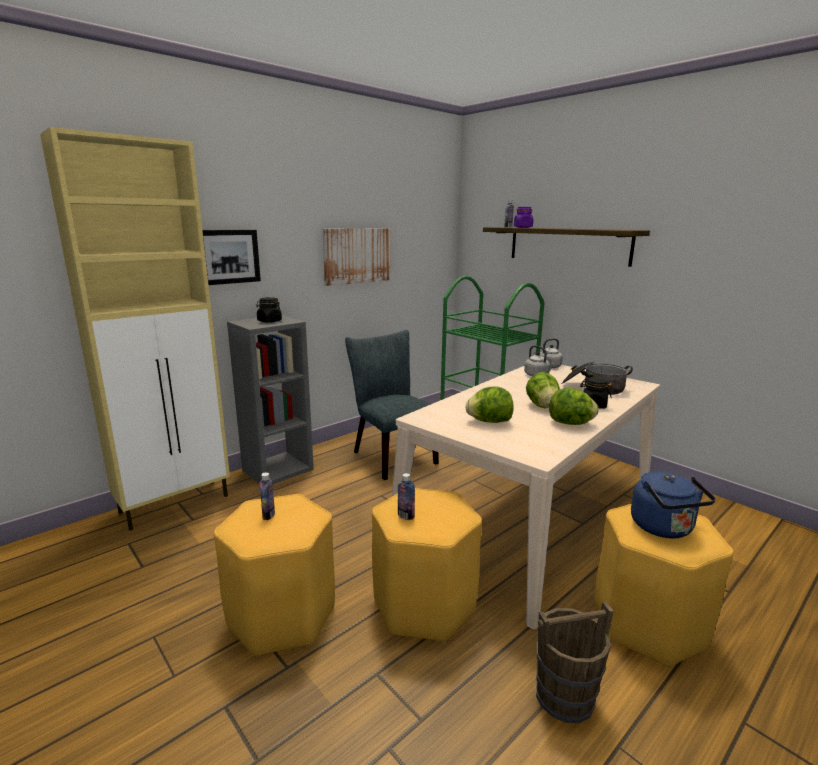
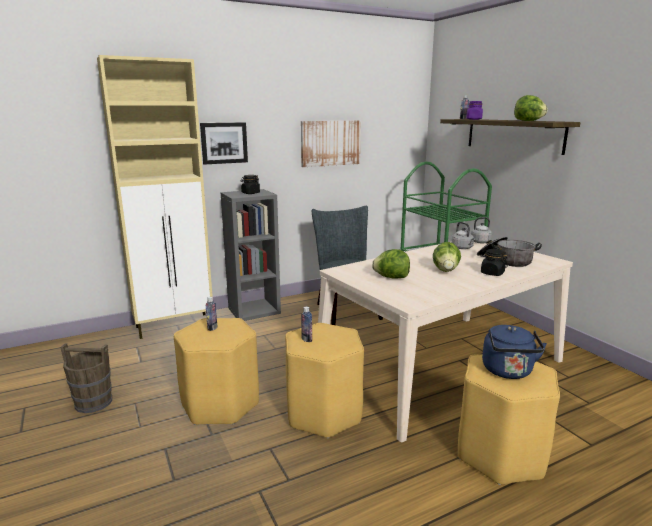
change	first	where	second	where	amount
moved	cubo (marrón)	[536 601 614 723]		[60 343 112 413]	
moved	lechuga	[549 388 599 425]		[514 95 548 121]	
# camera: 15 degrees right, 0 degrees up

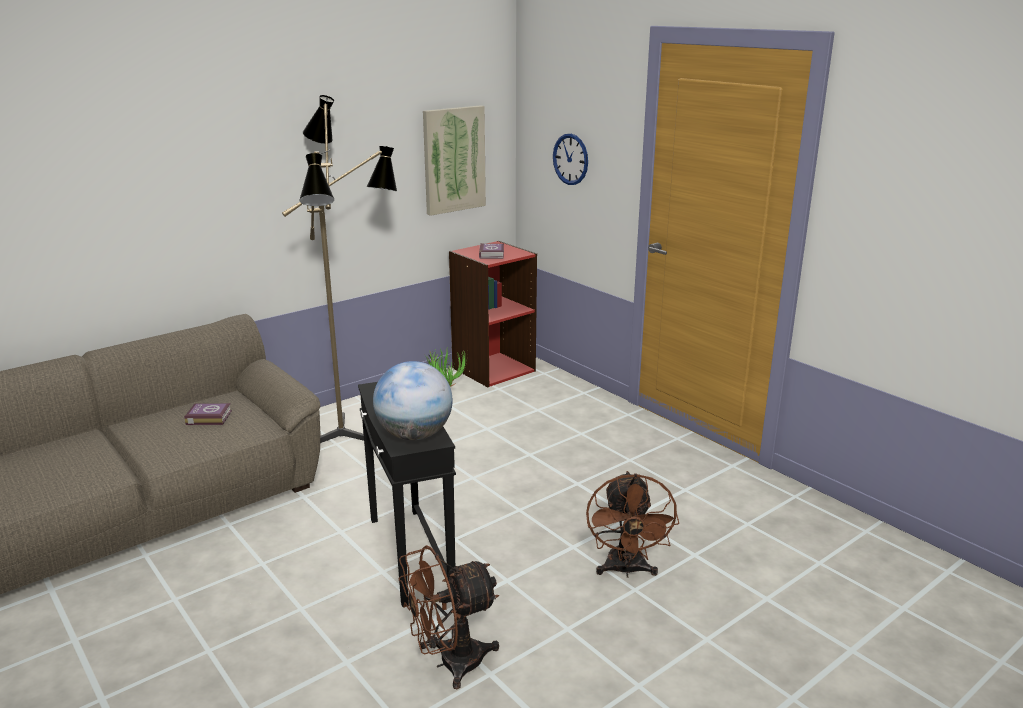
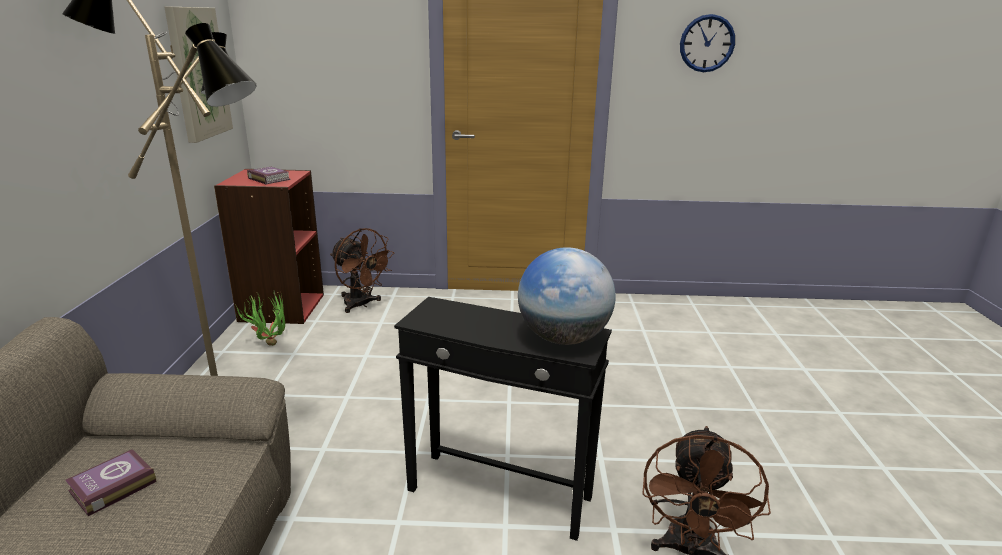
change	first	where	second	where	amount
moved	reloj de pared	[553 134 588 185]		[680 14 735 72]	
moved	ventilador (marrón)	[586 471 679 578]		[330 228 395 313]	
# camera: 50 degrees left, 0 degrees up

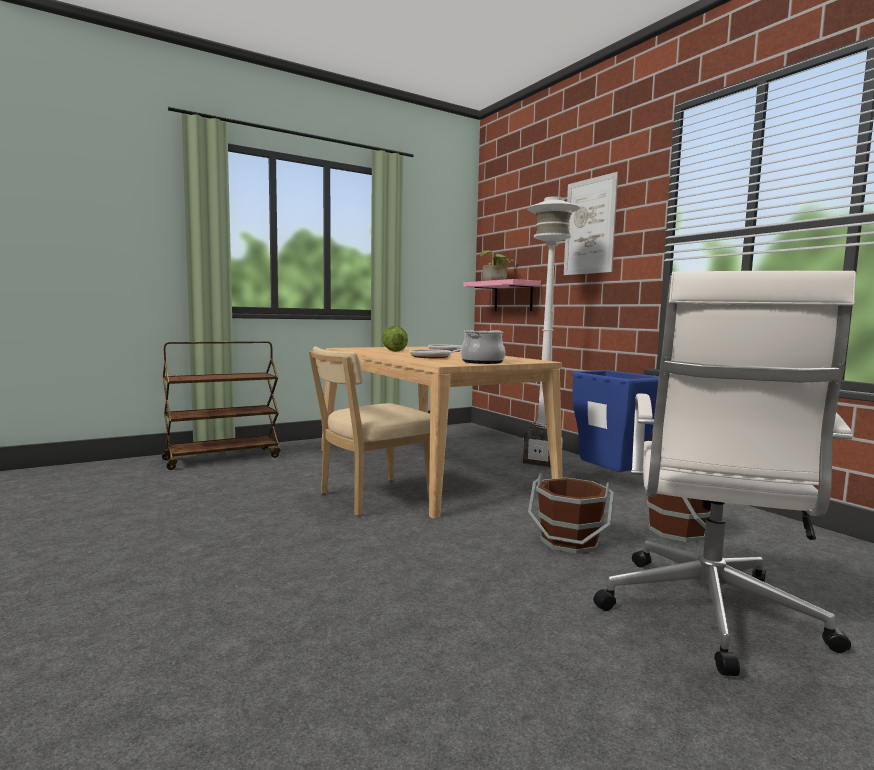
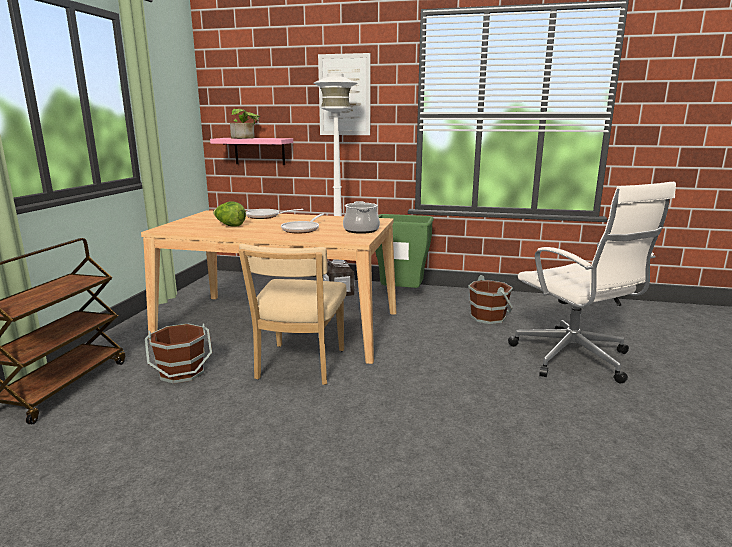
change	first	where	second	where	amount
moved	cubo (marrón)	[528 473 614 554]		[145 323 212 384]	
recoloured	papelera (azul)	[572 370 659 472]	papelera (verde)	[375 214 434 288]	
# camera: 45 degrees left, 10 degrees up

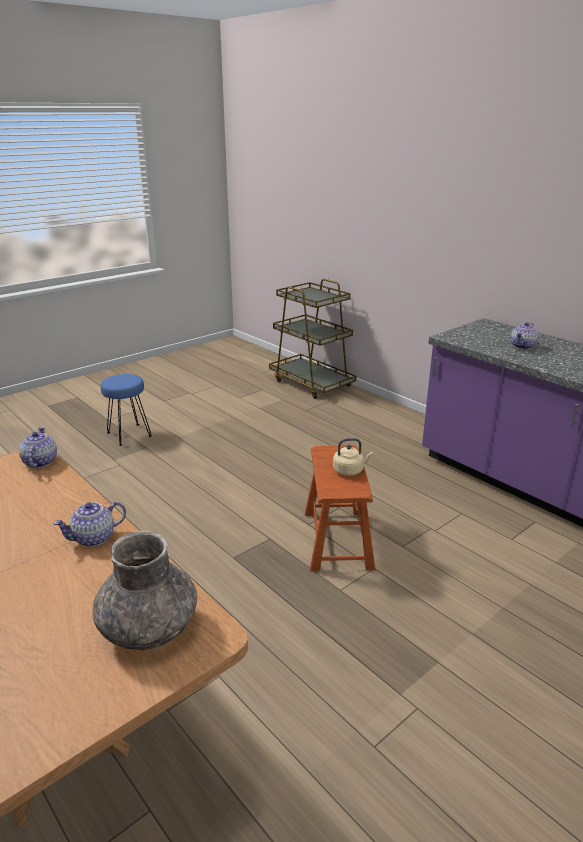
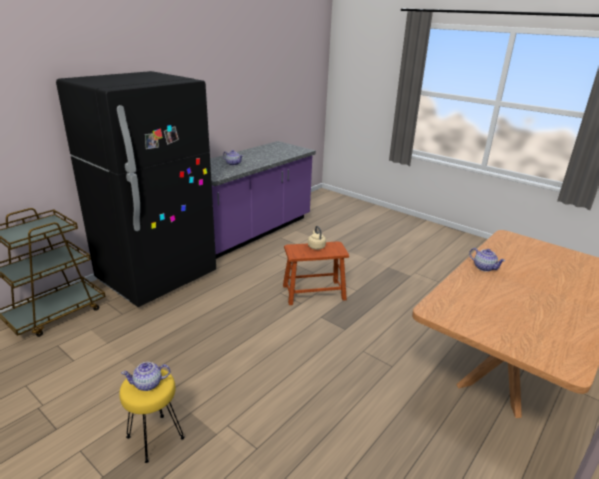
change	first	where	second	where	amount
moved	tetera	[19 427 57 468]		[121 362 170 391]	
removed	florero (gris)	[92 531 197 650]			
recoloured	taburete (azul)	[101 374 152 446]	taburete (amarillo)	[119 369 185 463]	
added			nevera (negro)	[56 71 216 307]	
# camera: 100 degrees left, 0 degrees up

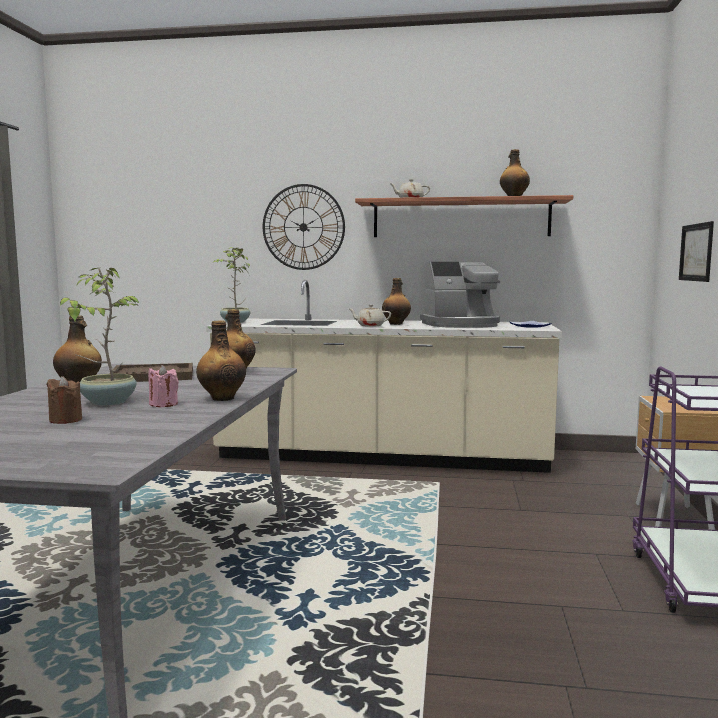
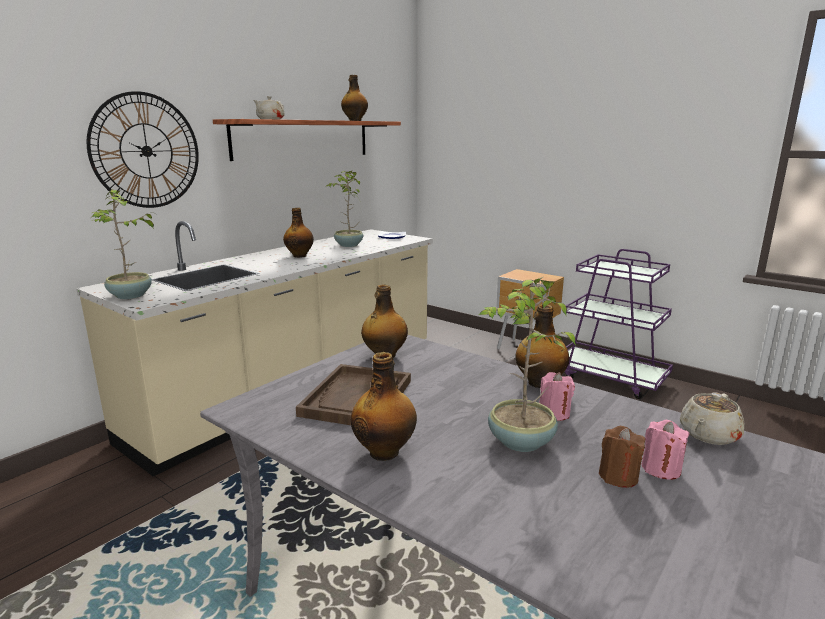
change	first	where	second	where	amount
moved	tetera (beis)	[349 304 391 327]		[680 392 744 445]	
replaced	cafetera	[420 262 500 328]	planta en maceta	[327 171 363 247]	
removed	cuadro	[679 221 714 282]			
added			vela (rosa)	[641 420 690 480]	
# camera: 60 degrees left, 10 degrees up

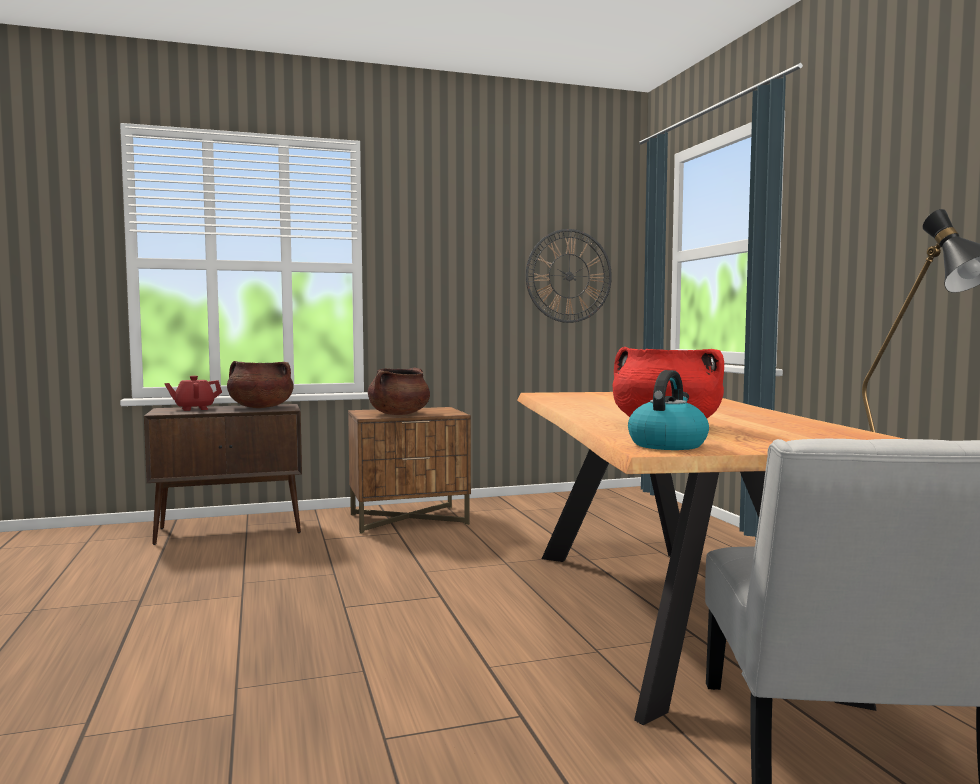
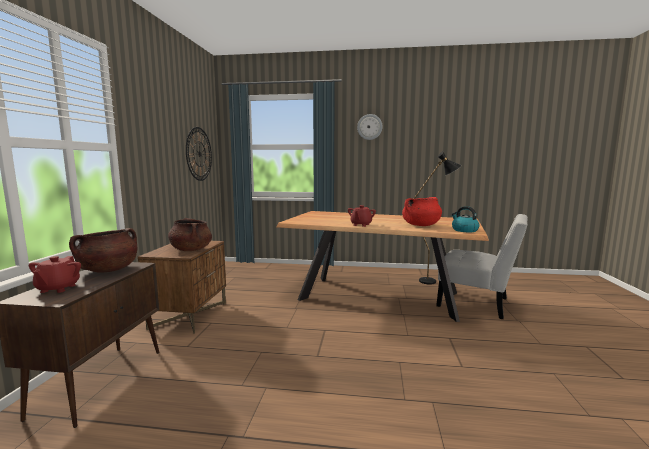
change	first	where	second	where	amount
added			tetera (rojo)	[348 205 376 227]	
added			reloj de pared	[357 114 383 140]	
# camera: 65 degrees left, 5 degrees up

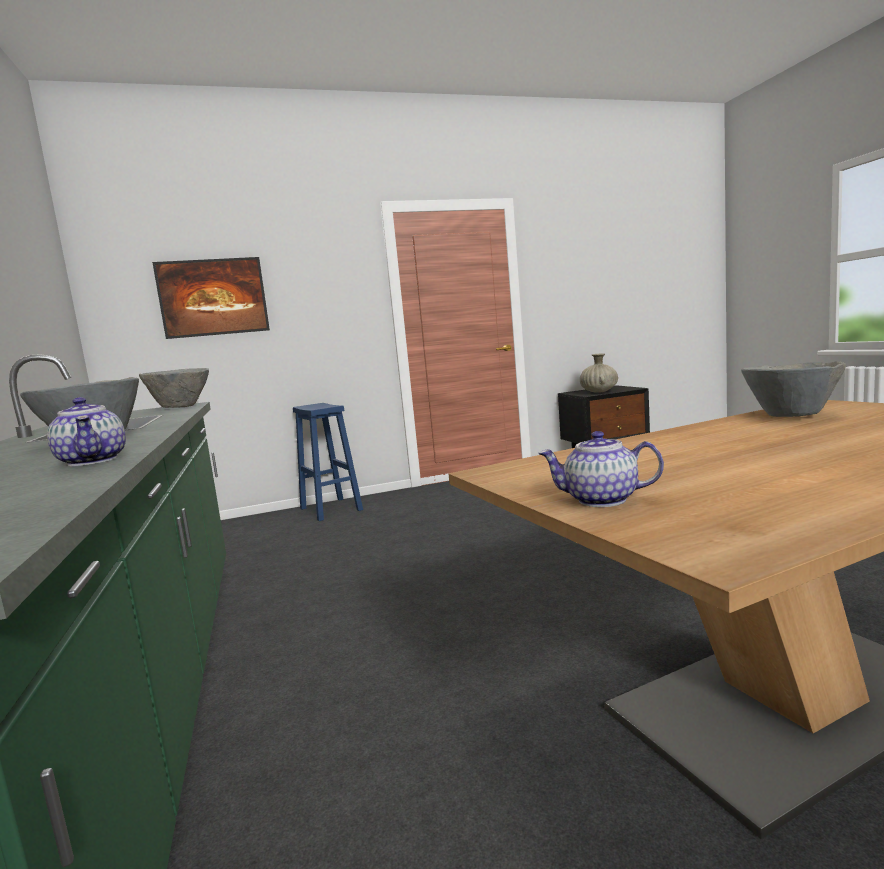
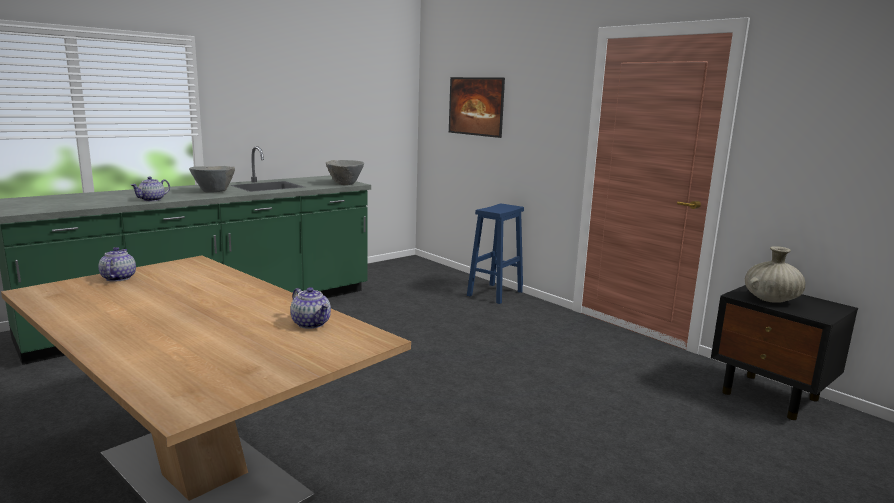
change	first	where	second	where	amount
replaced	cuenco (gris)	[741 361 846 417]	tetera	[290 287 331 329]	
# camera: 65 degrees right, 5 degrees up

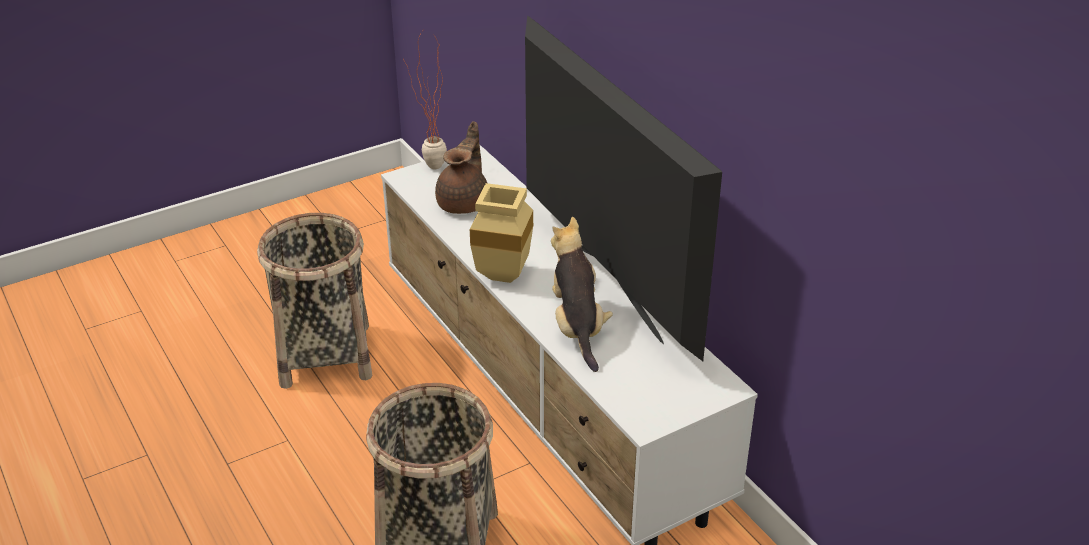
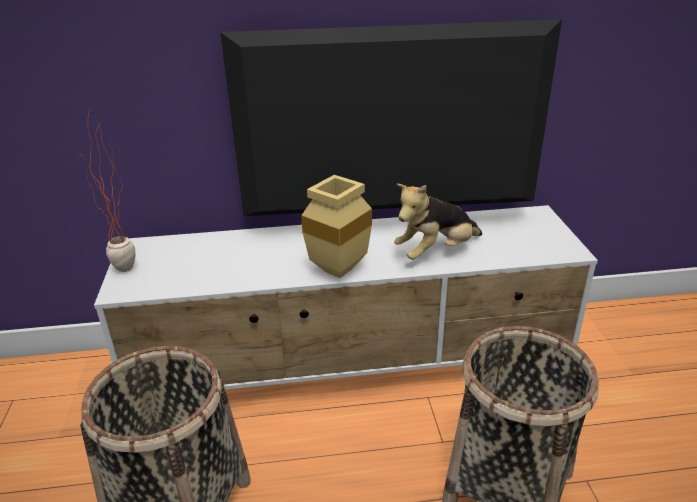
change	first	where	second	where	amount
removed	tetera (marrón)	[435 121 487 214]			
turned	peluche	[551 217 613 372]		[394 184 482 260]	45 degrees counterclockwise
# camera: 65 degrees left, 5 degrees down

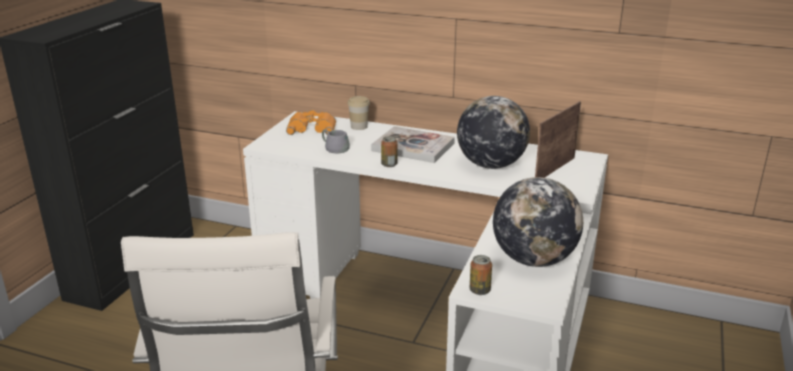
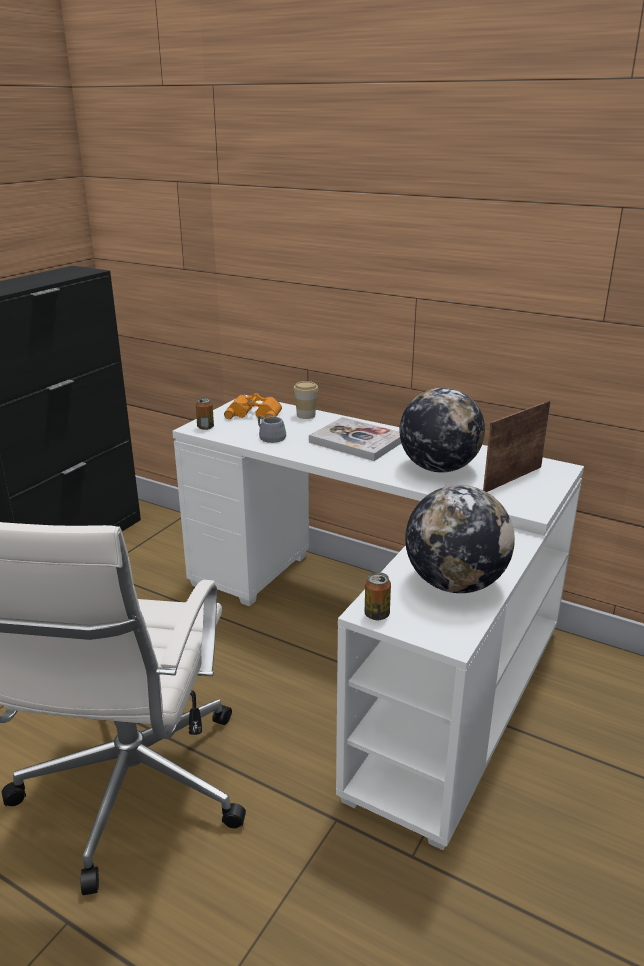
change	first	where	second	where	amount
moved	lata	[381 136 398 167]		[196 398 214 430]	
# camera: 10 degrees right, 0 degrees up

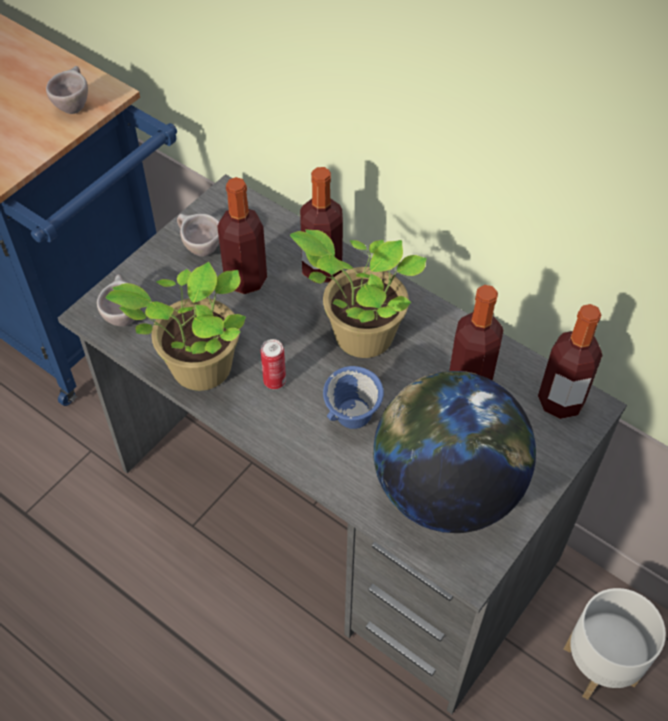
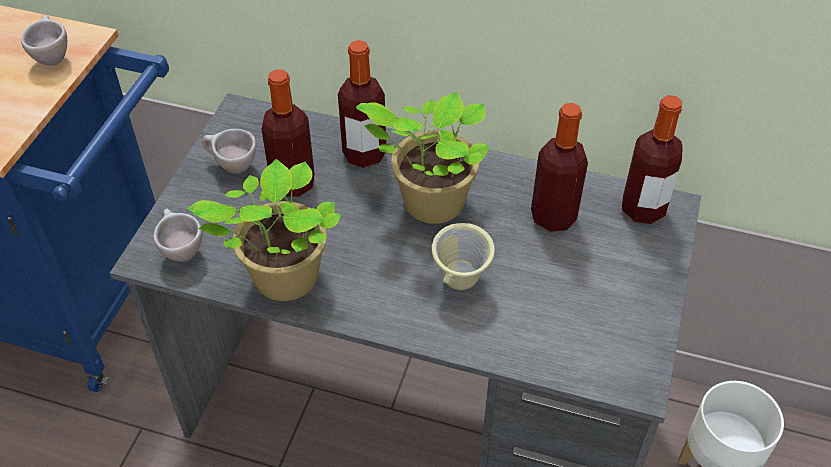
change	first	where	second	where	amount
removed	lata	[261 339 286 389]			
recoloured	taza grande (azul)	[323 366 384 429]	taza grande (beis)	[432 223 495 290]	
removed	globo terráqueo	[373 371 536 533]			
# camera: 20 degrees left, 5 degrees down

